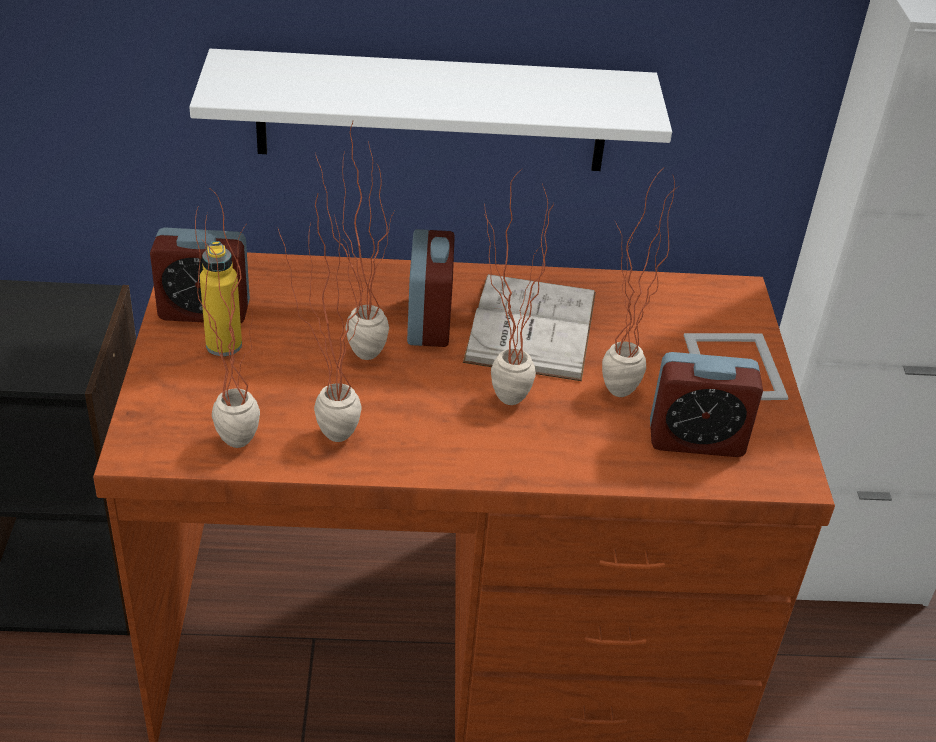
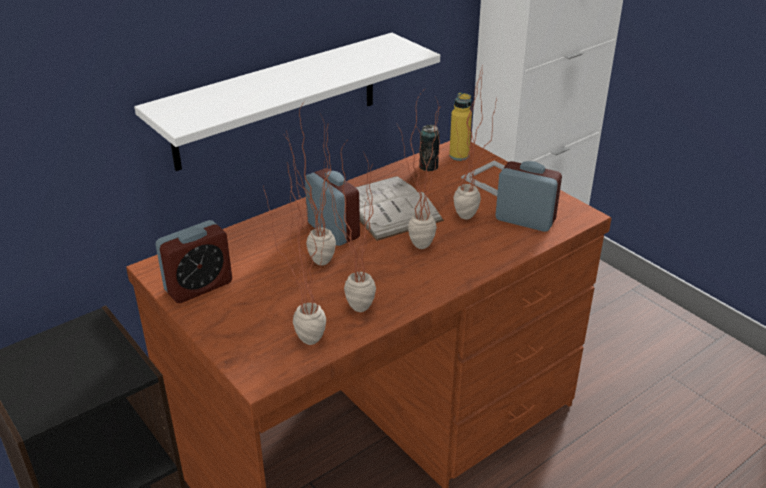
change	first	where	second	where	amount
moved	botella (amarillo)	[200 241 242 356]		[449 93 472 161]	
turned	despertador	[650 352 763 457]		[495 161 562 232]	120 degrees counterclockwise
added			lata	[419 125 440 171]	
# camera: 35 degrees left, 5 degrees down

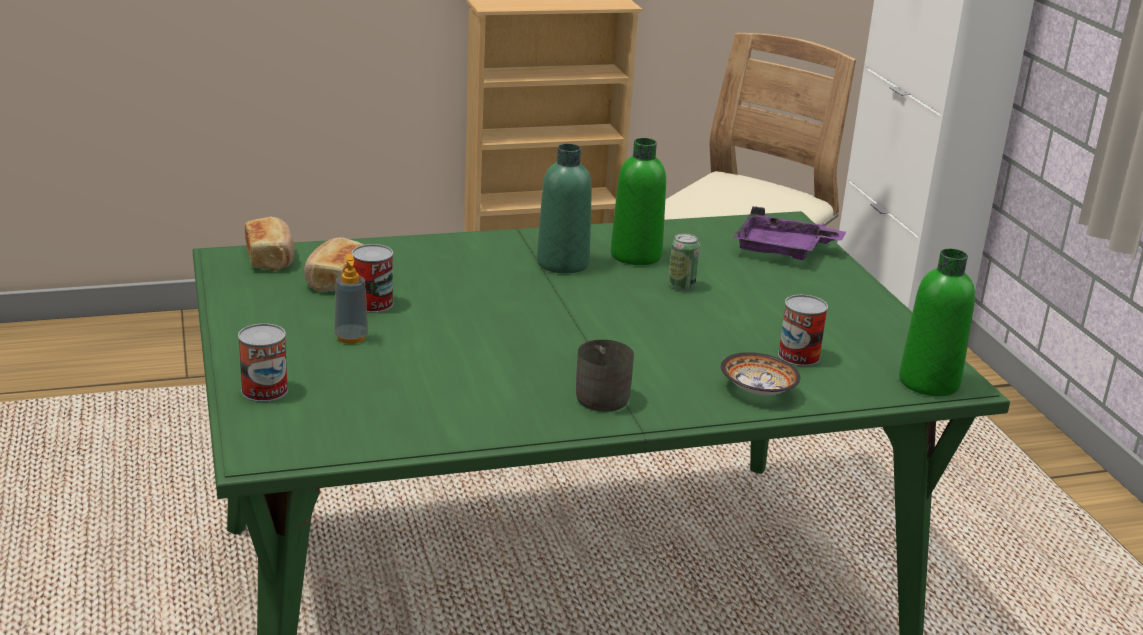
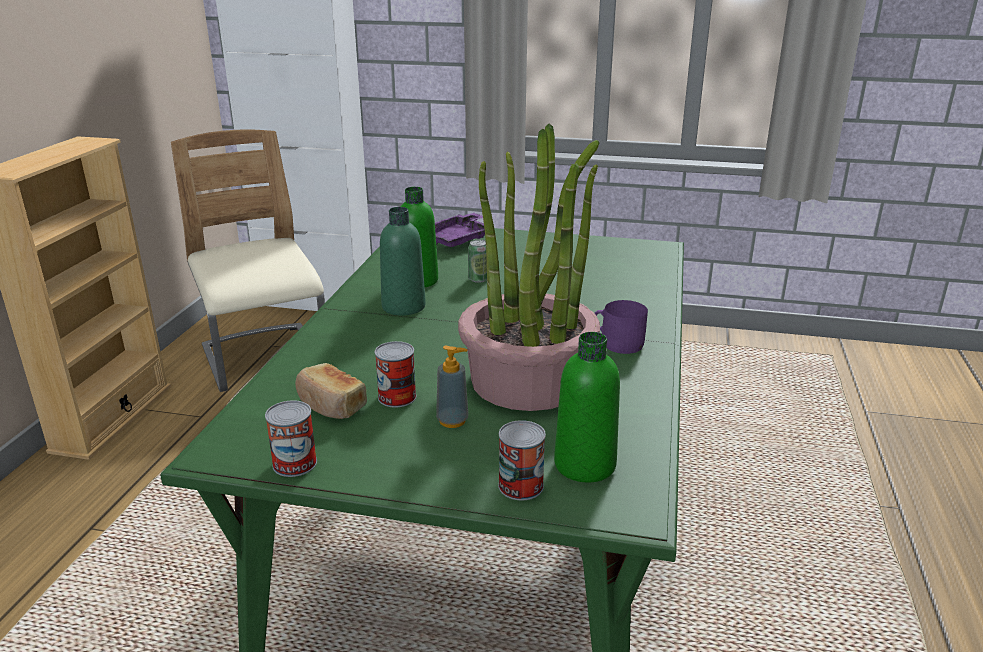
change	first	where	second	where	amount
removed	pan	[245 216 295 271]			
recoloured	taza grande (gris)	[576 340 634 412]	taza grande (morado)	[595 300 648 354]	
removed	cuenco	[721 352 800 395]			
moved	lata	[778 295 828 366]		[265 400 317 477]	
moved	botella (verde)	[899 249 975 396]		[554 332 620 482]	
added			planta en maceta	[458 124 600 411]	
# camera: 60 degrees left, 0 degrees up

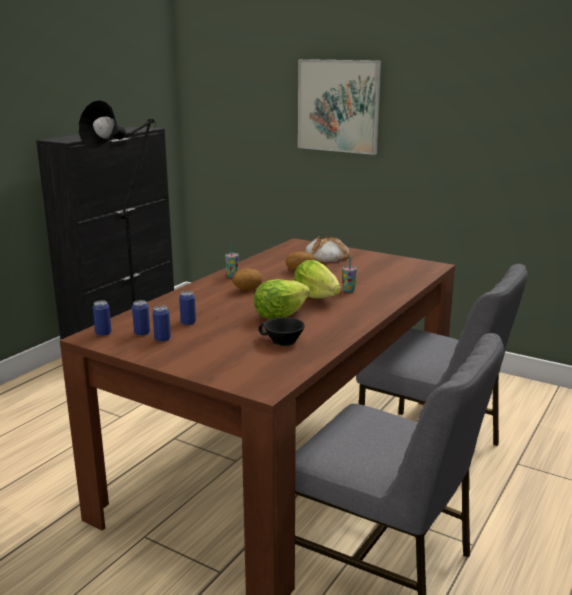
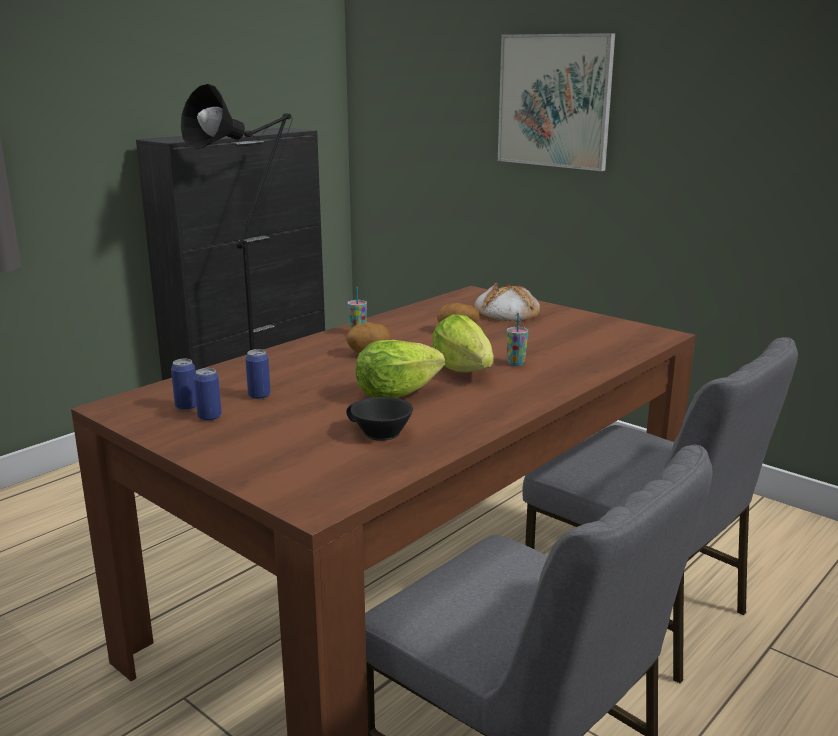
change	first	where	second	where	amount
removed	lata	[93 300 111 336]			
# camera: 10 degrees right, 0 degrees up

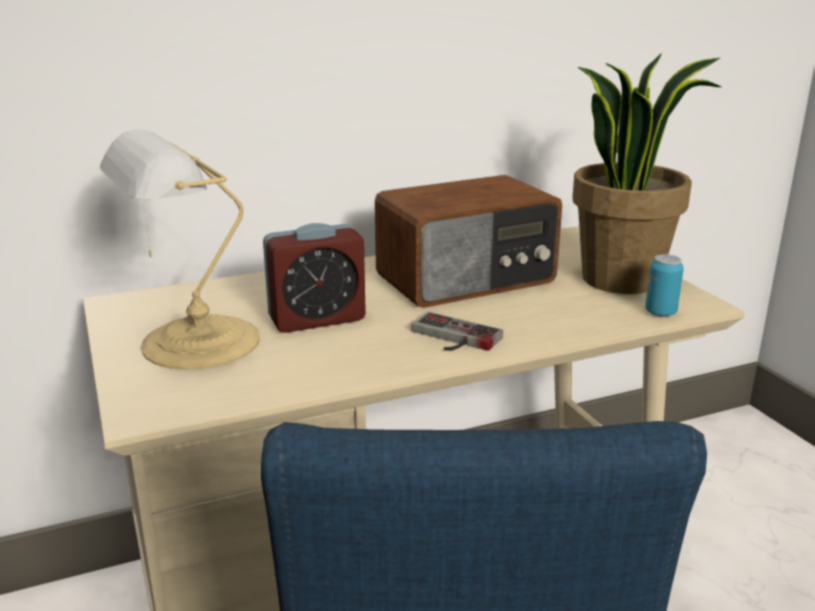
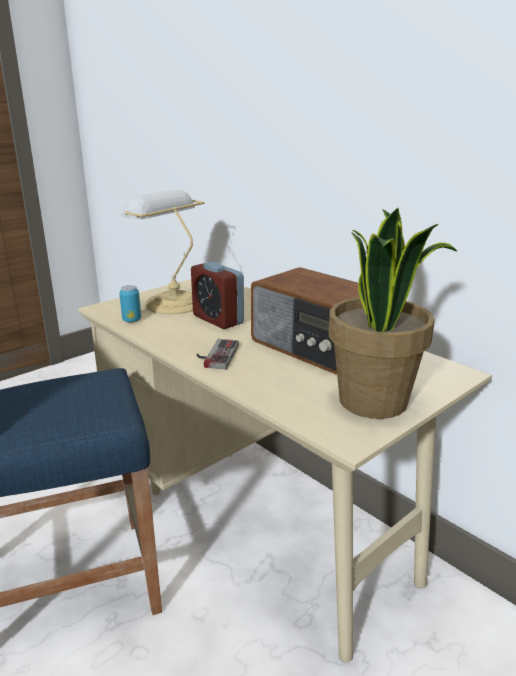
change	first	where	second	where	amount
moved	lata	[645 254 684 317]		[119 285 141 322]	
# camera: 70 degrees right, 0 degrees up

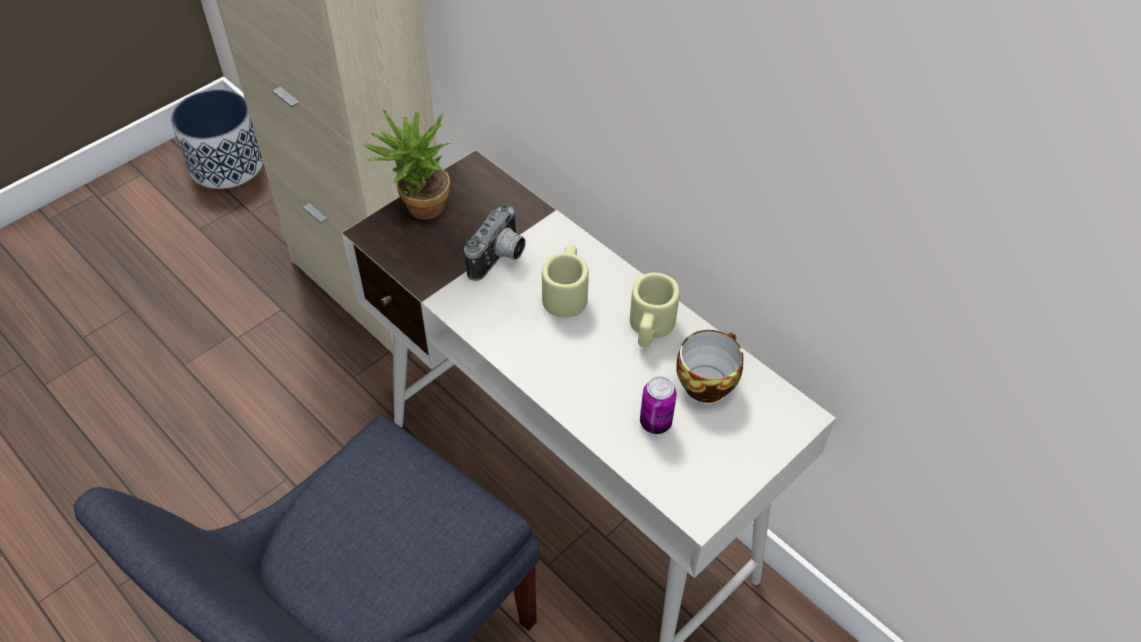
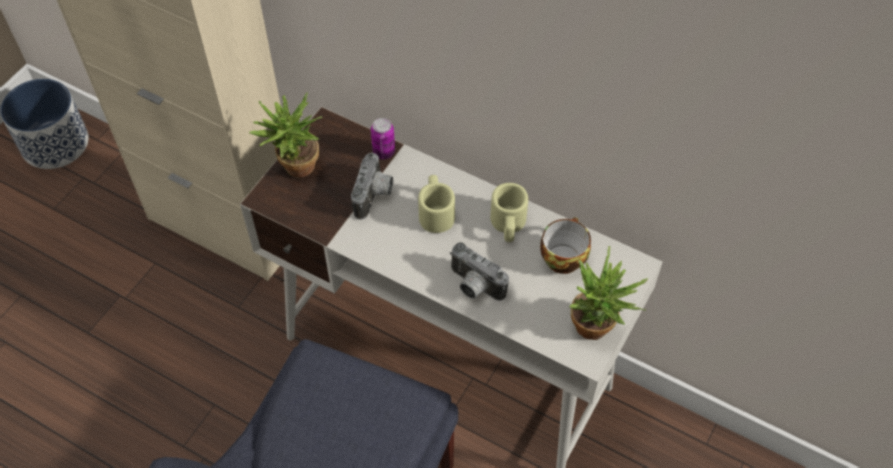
change	first	where	second	where	amount
moved	lata	[640 376 677 434]		[371 118 395 159]	
added			cámara	[450 242 509 301]	
added			planta en maceta	[569 246 649 340]	
# camera: 15 degrees left, 5 degrees up

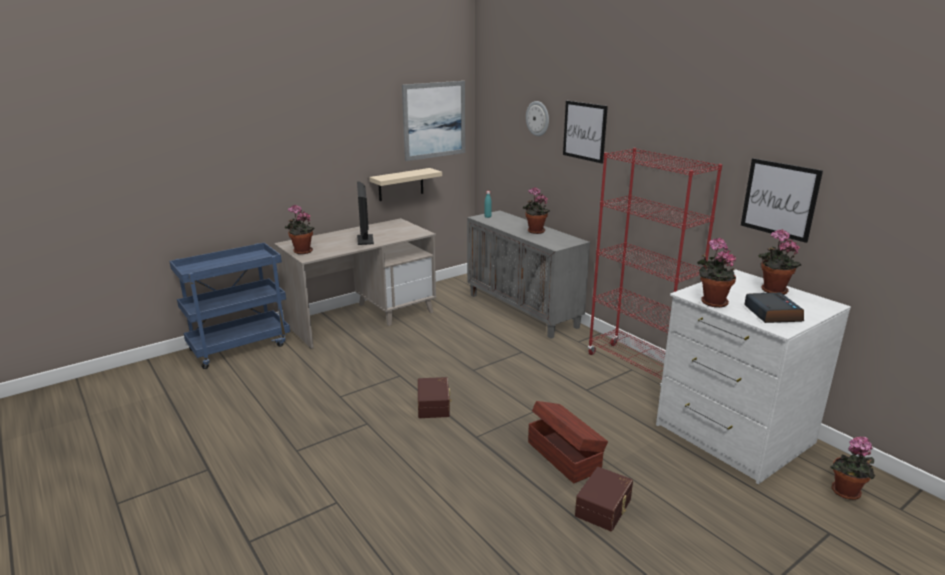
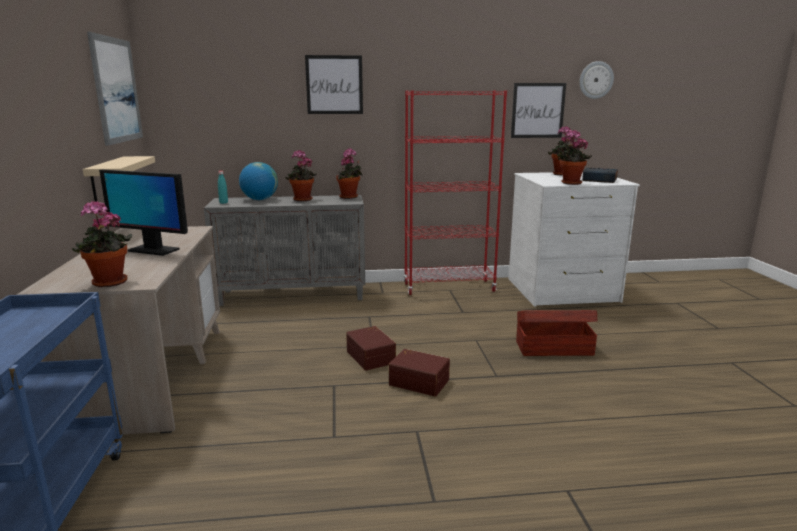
change	first	where	second	where	amount
moved	reloj de pared	[526 101 549 136]		[579 61 614 99]	
moved	caja de almacenaje (marrón)	[575 467 633 531]		[346 326 396 371]	
moved	planta en maceta	[830 436 875 500]		[336 148 363 199]	
added			globo terráqueo	[239 162 278 200]	
# camera: 60 degrees left, 5 degrees down

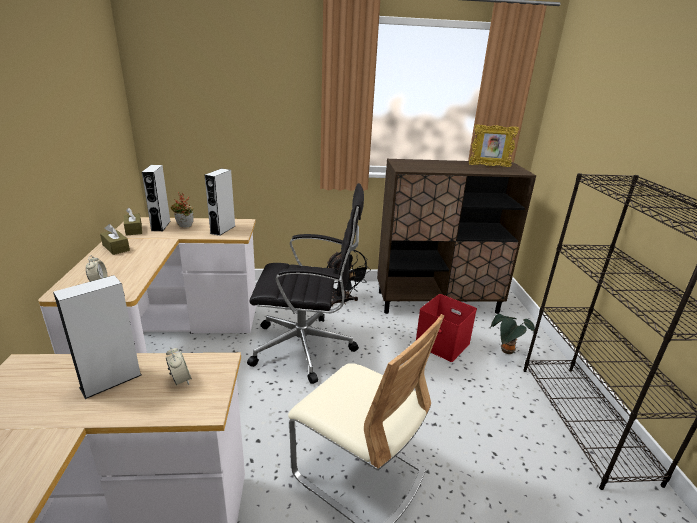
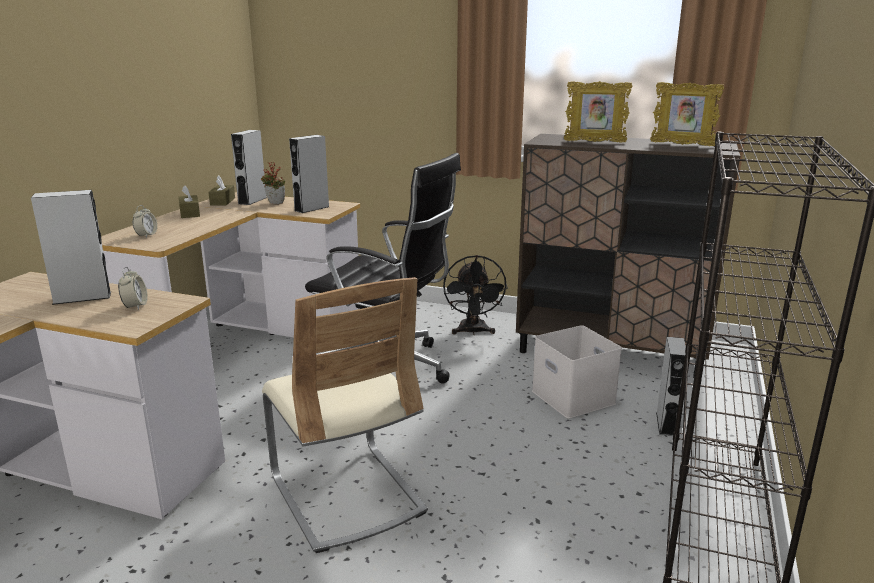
change	first	where	second	where	amount
recoloured	caja de almacenaje (rojo)	[416 294 477 362]	caja de almacenaje (blanco)	[532 325 622 419]	
replaced	planta en maceta	[490 314 535 354]	altavoz (gris)	[656 337 686 436]	
added			portarretratos	[564 81 632 143]	
# camera: 25 degrees right, 5 degrees down

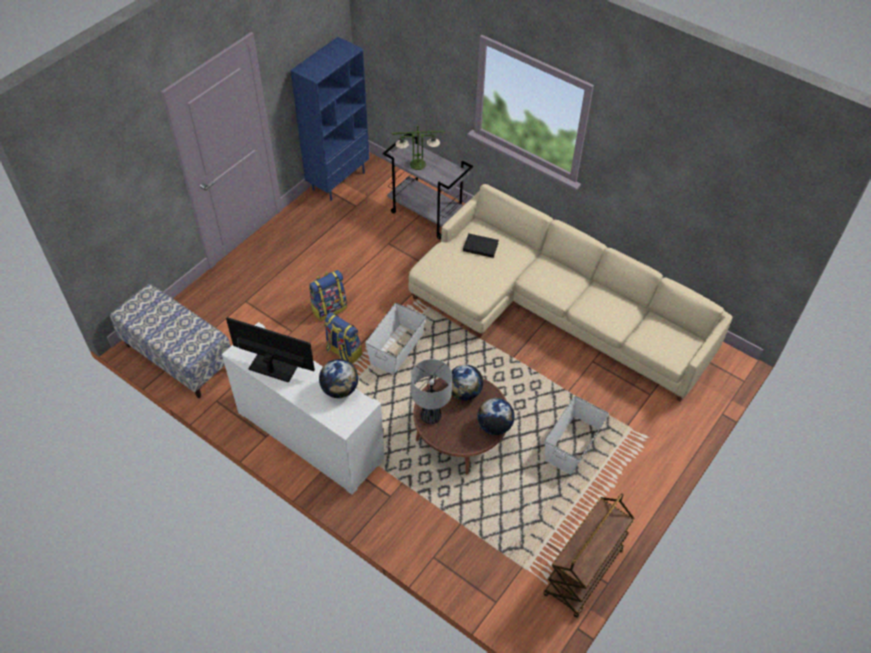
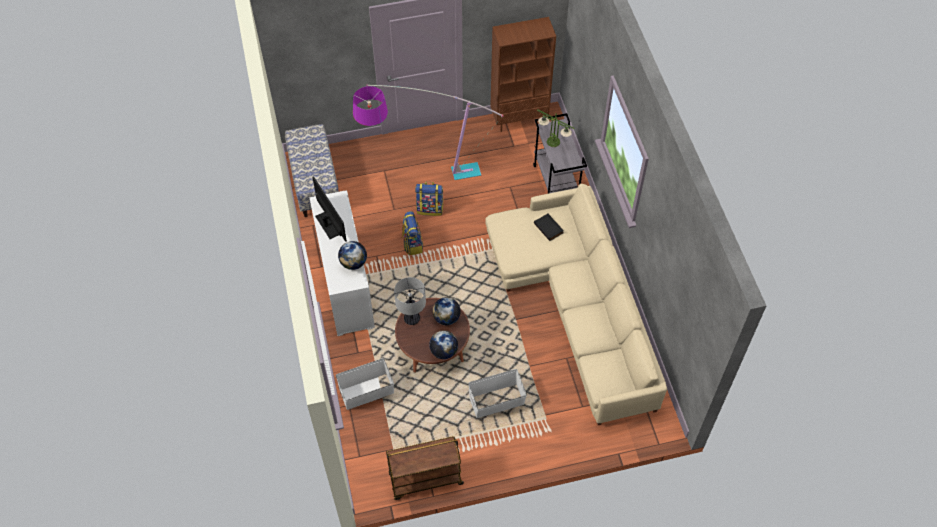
change	first	where	second	where	amount
recoloured	estantería (azul)	[290 37 369 201]	estantería (marrón)	[490 17 556 132]	
moved	caja de almacenaje (blanco)	[365 303 426 375]		[336 358 394 410]	
added			lámpara de pie	[353 85 503 180]	
# camera: 40 degrees right, 5 degrees up

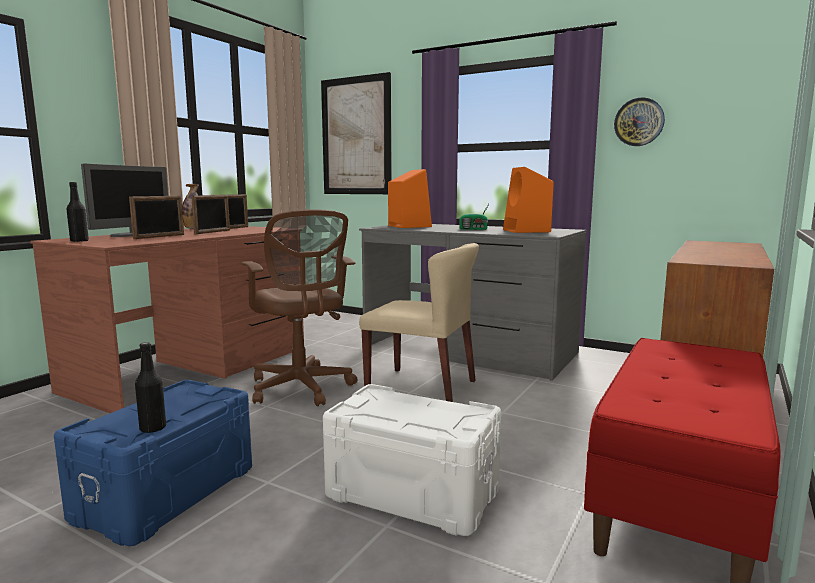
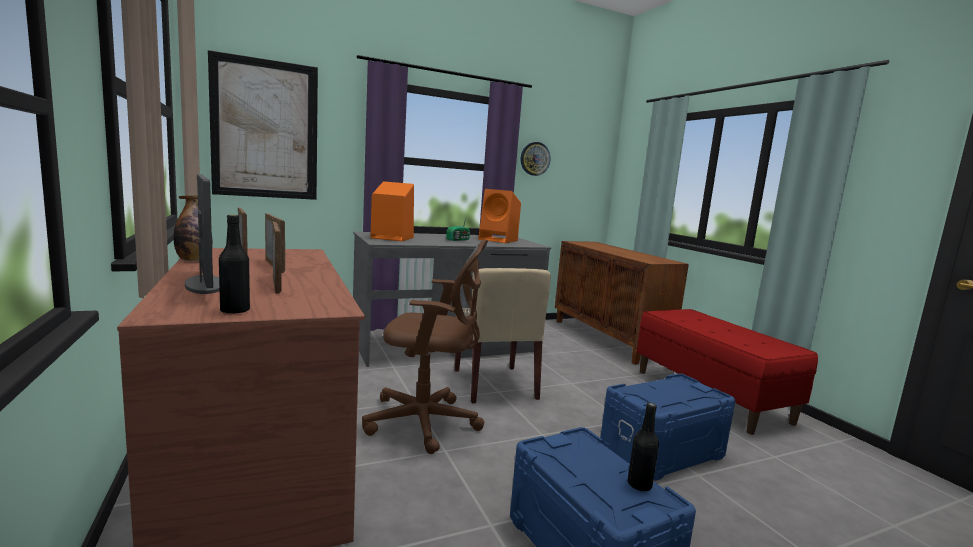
change	first	where	second	where	amount
recoloured	caja de almacenaje (blanco)	[323 384 501 536]	caja de almacenaje (azul)	[600 373 735 481]	
turned	silla (beis)	[359 243 479 402]		[455 268 551 403]	105 degrees clockwise
# camera: 55 degrees left, 0 degrees up

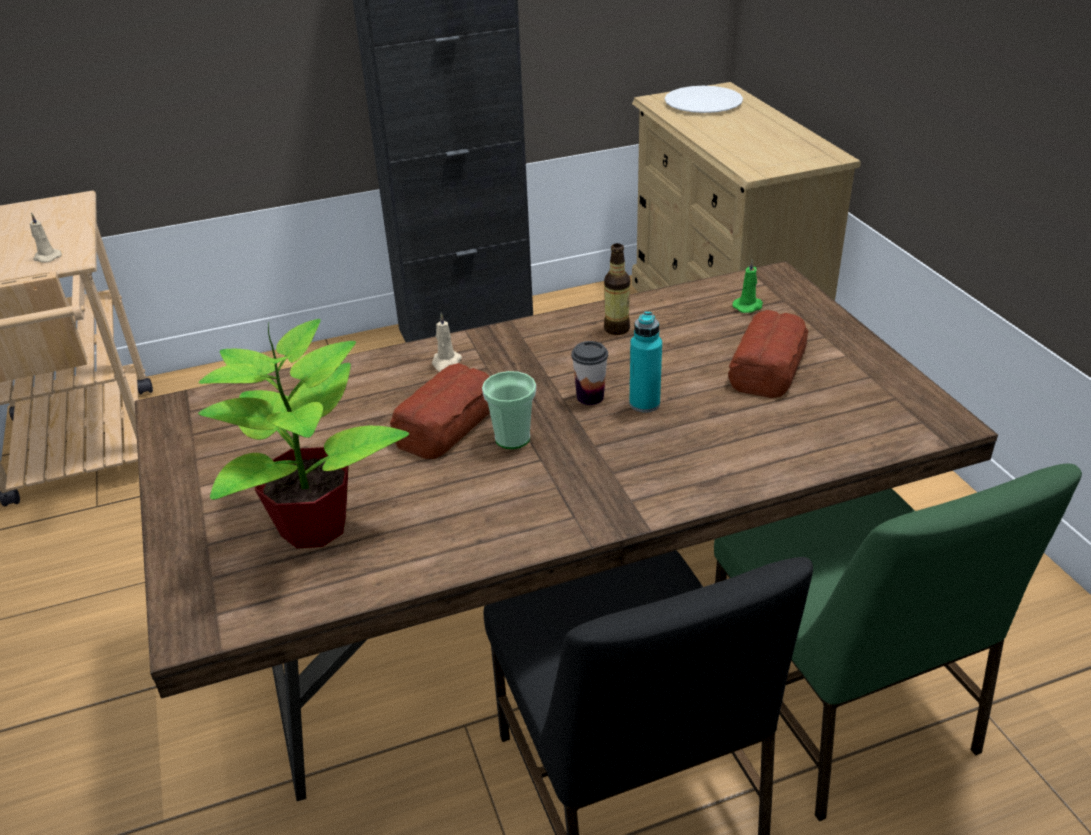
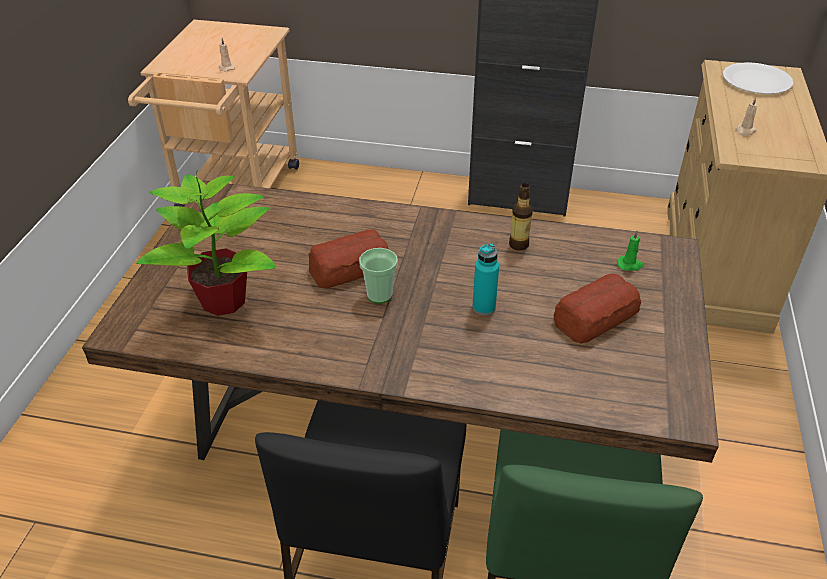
change	first	where	second	where	amount
moved	vela (beis)	[432 313 462 372]		[736 97 757 136]	
removed	taza	[571 341 608 405]			
# camera: 30 degrees right, 5 degrees up

